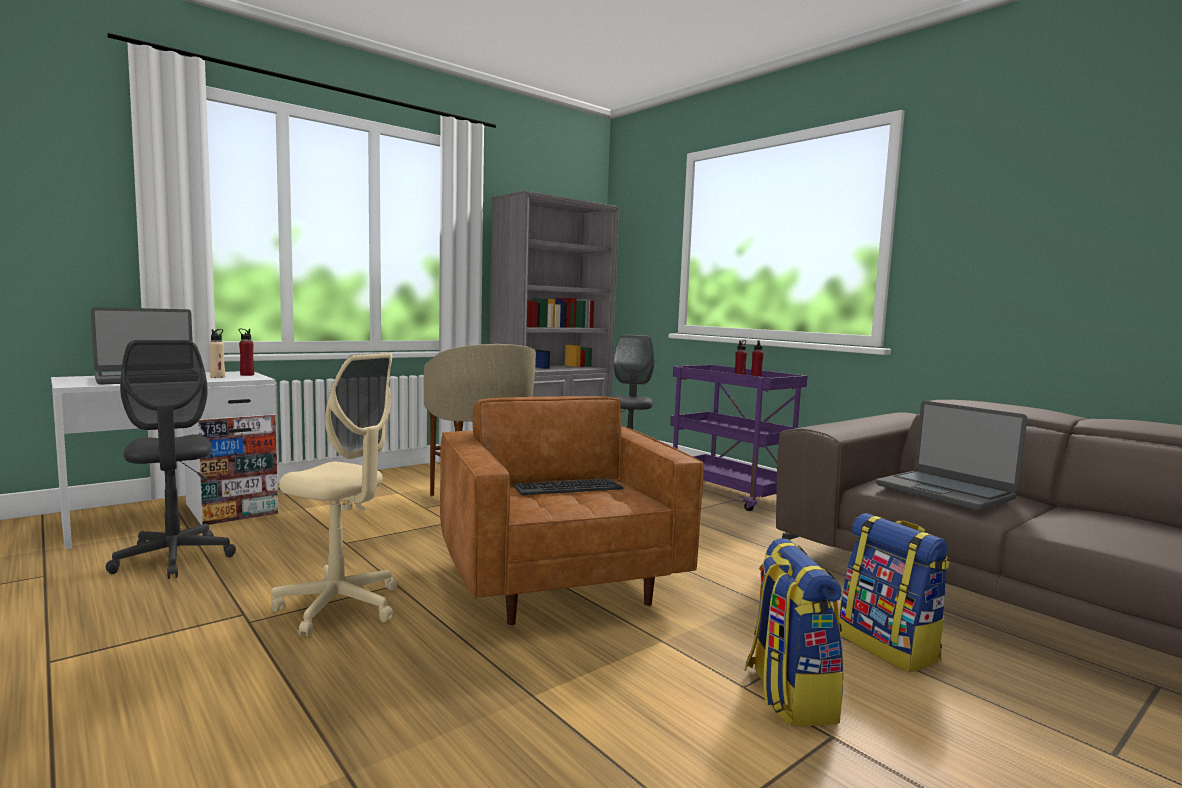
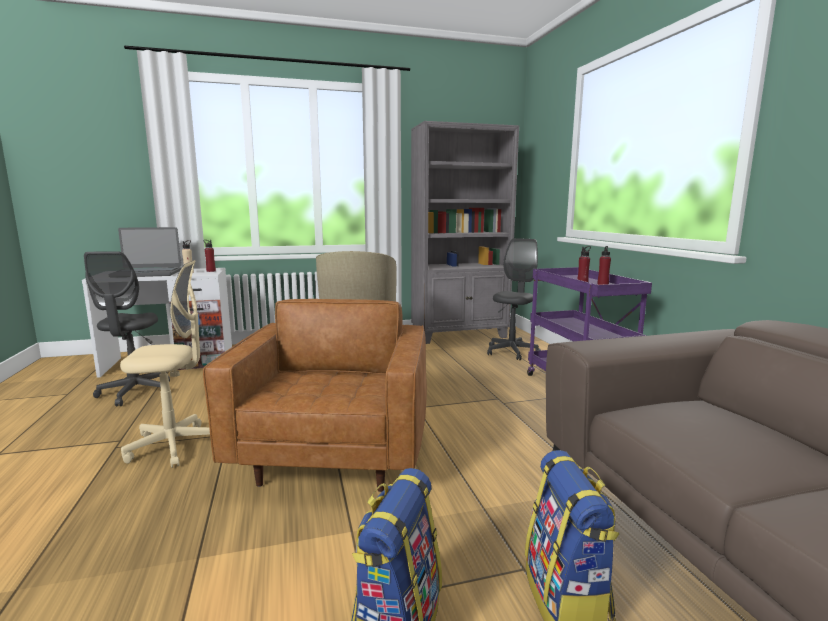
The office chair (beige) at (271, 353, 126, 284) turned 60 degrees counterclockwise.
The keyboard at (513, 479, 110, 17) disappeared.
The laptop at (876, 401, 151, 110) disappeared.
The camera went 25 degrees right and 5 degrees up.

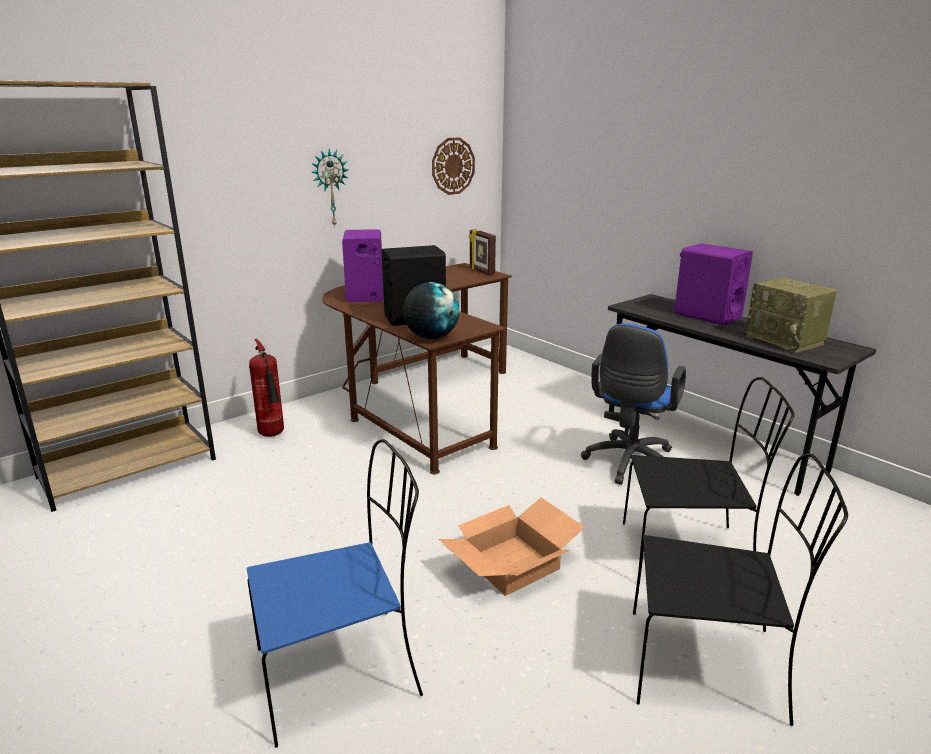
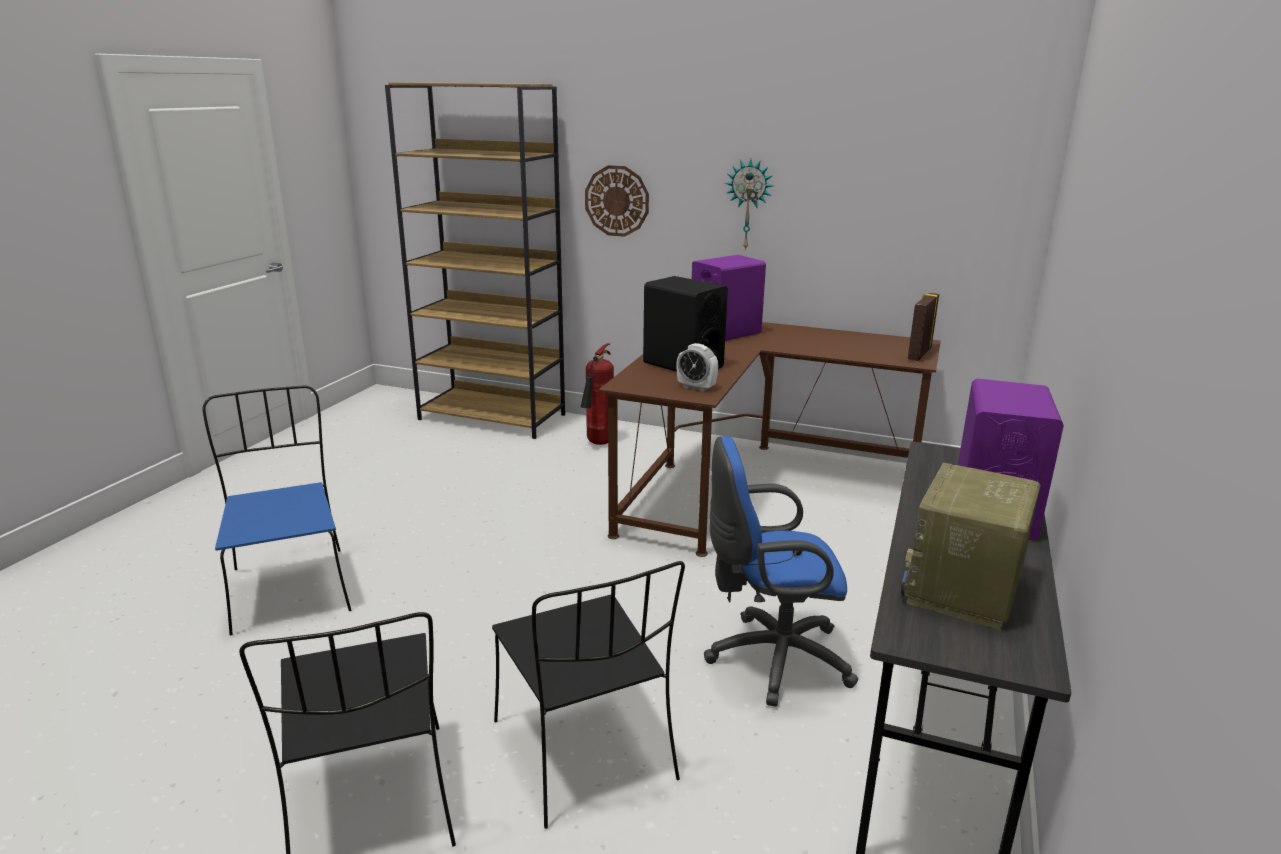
The chair (blue) at (247, 439, 176, 309) turned 150 degrees counterclockwise.
The globe at (403, 282, 57, 57) disappeared.
The wall clock moved from (432, 137, 43, 58) to (585, 165, 64, 72).
The cardboard box at (439, 497, 146, 99) disappeared.
The alarm clock at (677, 343, 41, 48) appeared.
The camera went 60 degrees right and 0 degrees up.

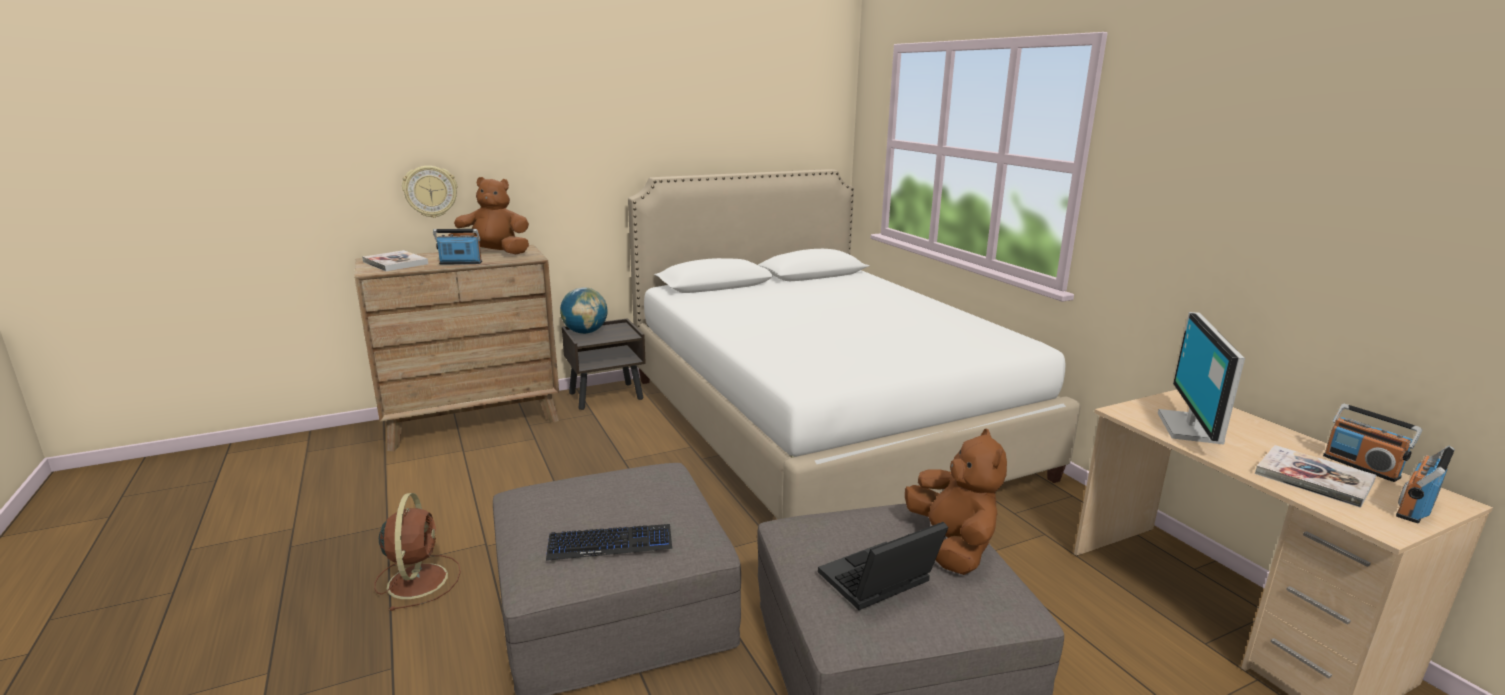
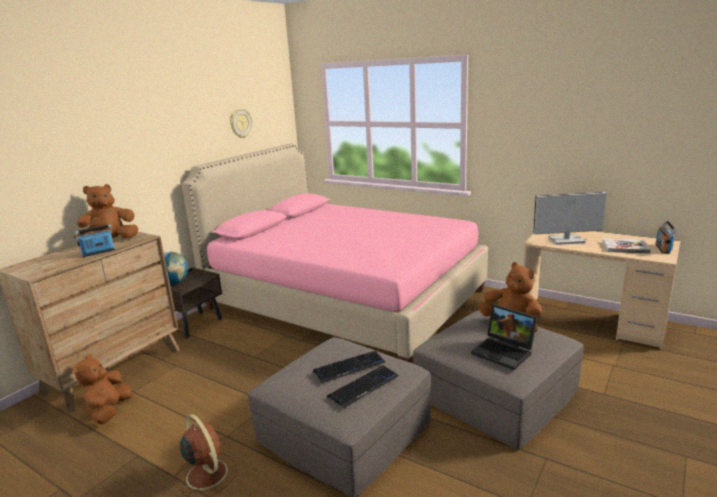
The book at (362, 250, 66, 21) disappeared.
The wall clock moved from (402, 166, 55, 52) to (230, 108, 22, 30).
The bed (white) at (628, 169, 453, 350) became the bed (pink) at (182, 144, 306, 219).
The laptop at (818, 522, 130, 88) turned 75 degrees counterclockwise.
The monitor at (1158, 312, 87, 133) turned 105 degrees clockwise.
The radio at (1323, 404, 99, 78) disappeared.
The plush toy (brown) at (73, 354, 59, 70) appeared.
The keyboard at (313, 351, 72, 32) appeared.
The camera went 30 degrees left and 0 degrees up.

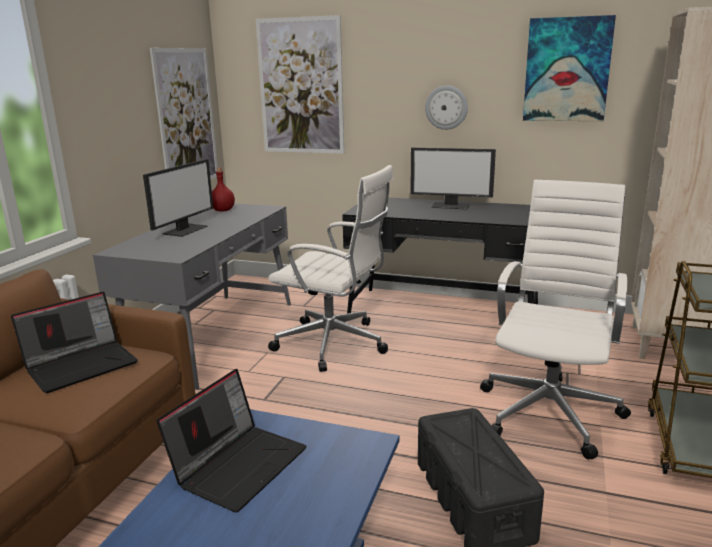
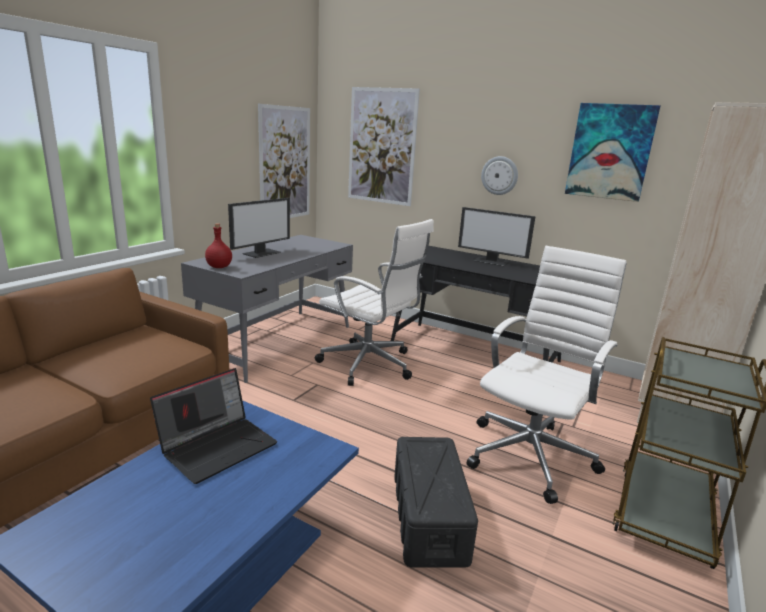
The laptop at (11, 292, 127, 101) disappeared.
The bottle (red) moved from (212, 168, 23, 44) to (205, 223, 27, 45).
The camera went 10 degrees right and 0 degrees up.

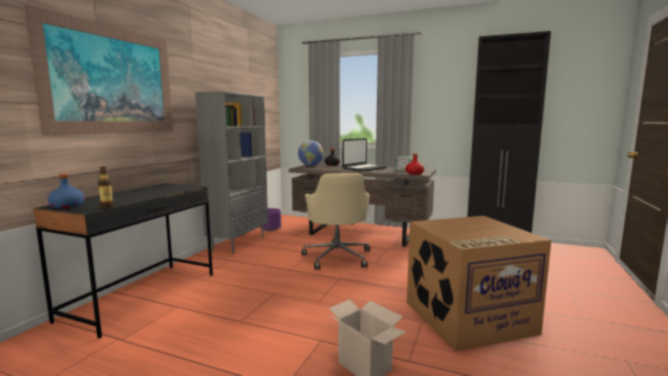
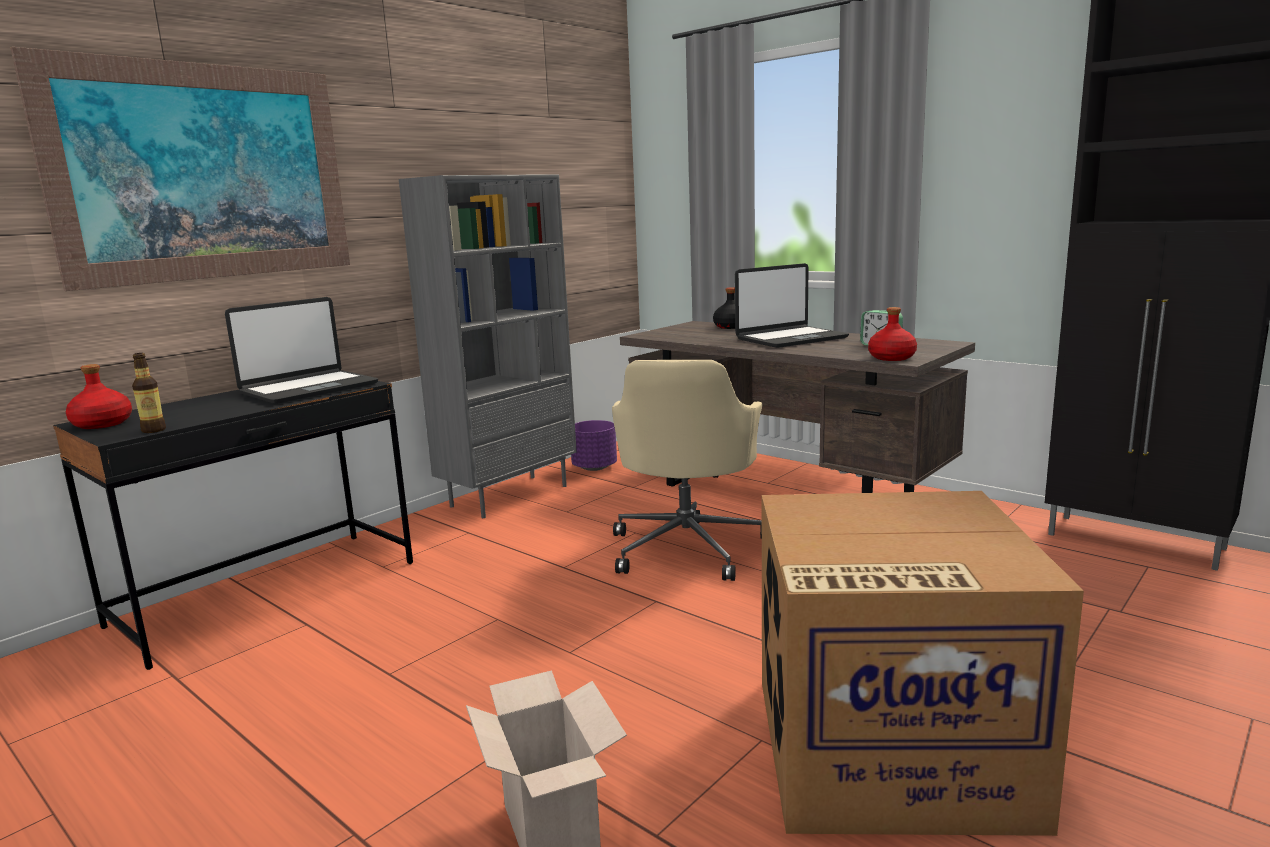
The bottle (blue) at (48, 174, 37, 35) became the bottle (red) at (66, 364, 66, 65).
The globe at (298, 140, 26, 26) disappeared.
The laptop at (225, 297, 153, 107) appeared.
The camera went 20 degrees right and 5 degrees up.

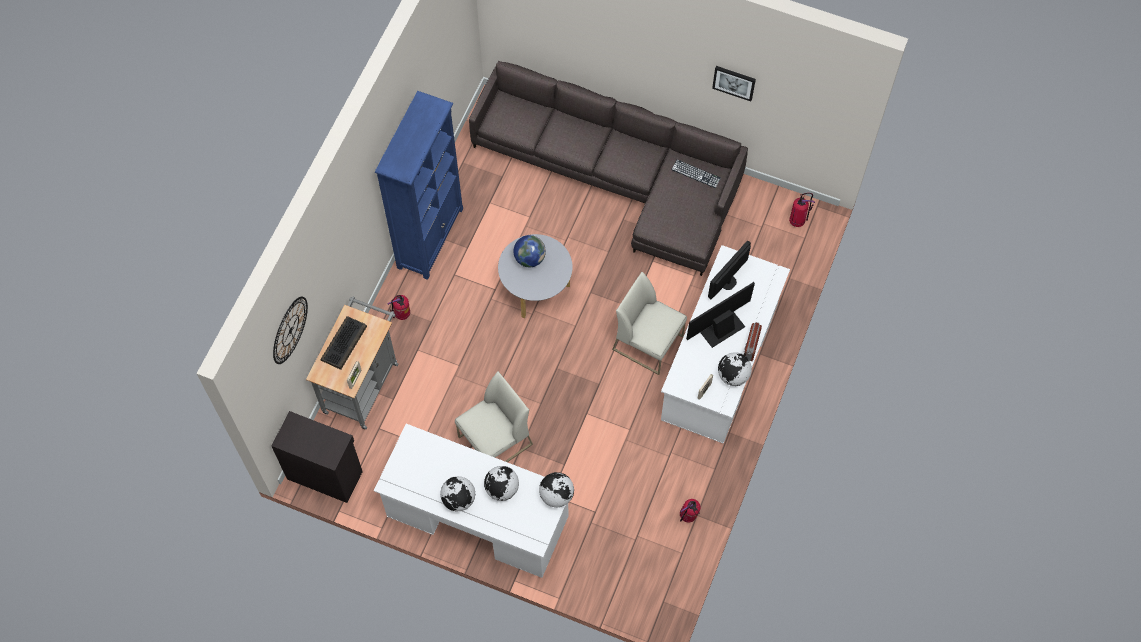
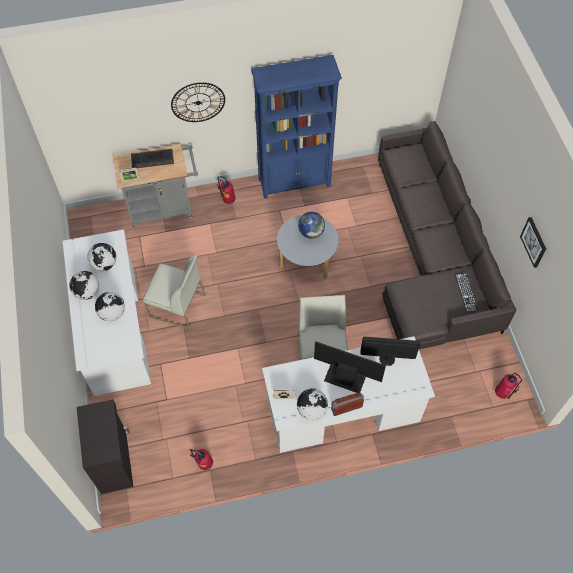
The cabinet (black) moved from (271, 411, 92, 92) to (77, 399, 56, 95).
The wall clock moved from (273, 297, 35, 67) to (171, 82, 54, 40).
The globe moved from (539, 472, 35, 35) to (87, 243, 29, 28).
The camera went 55 degrees right and 5 degrees down.

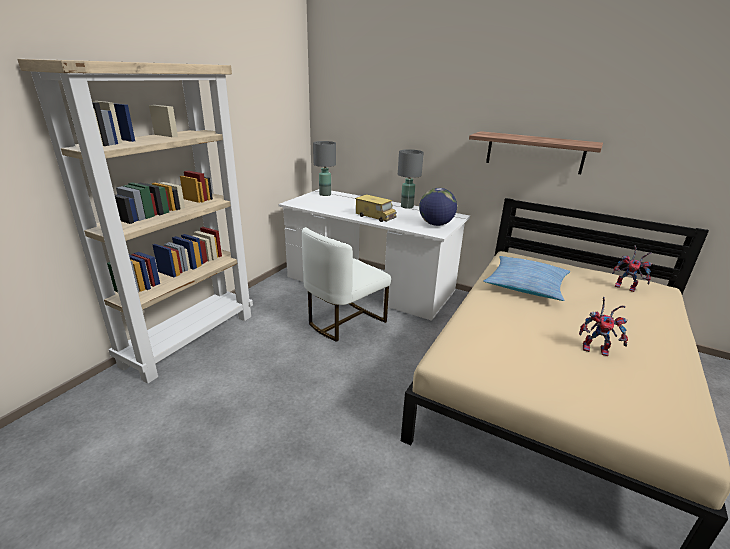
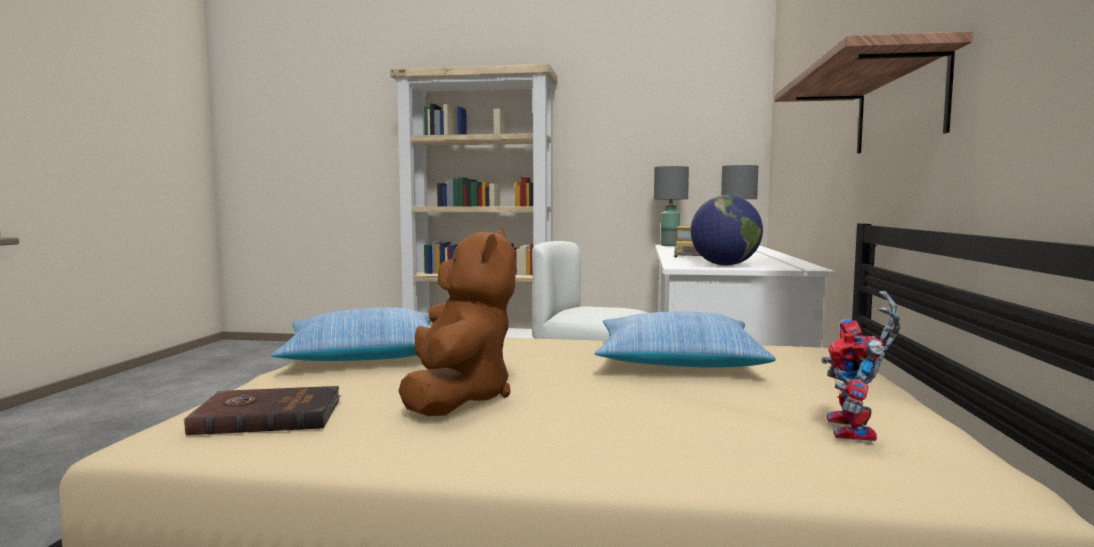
The table lamp (grey) moved from (398, 149, 26, 60) to (654, 166, 35, 80).
The toy robot at (579, 297, 49, 59) was replaced by the plush toy (brown) at (399, 228, 117, 188).
The book (brown) at (183, 386, 158, 49) appeared.
The pillow at (271, 307, 160, 54) appeared.
The camera went 70 degrees right and 20 degrees down.

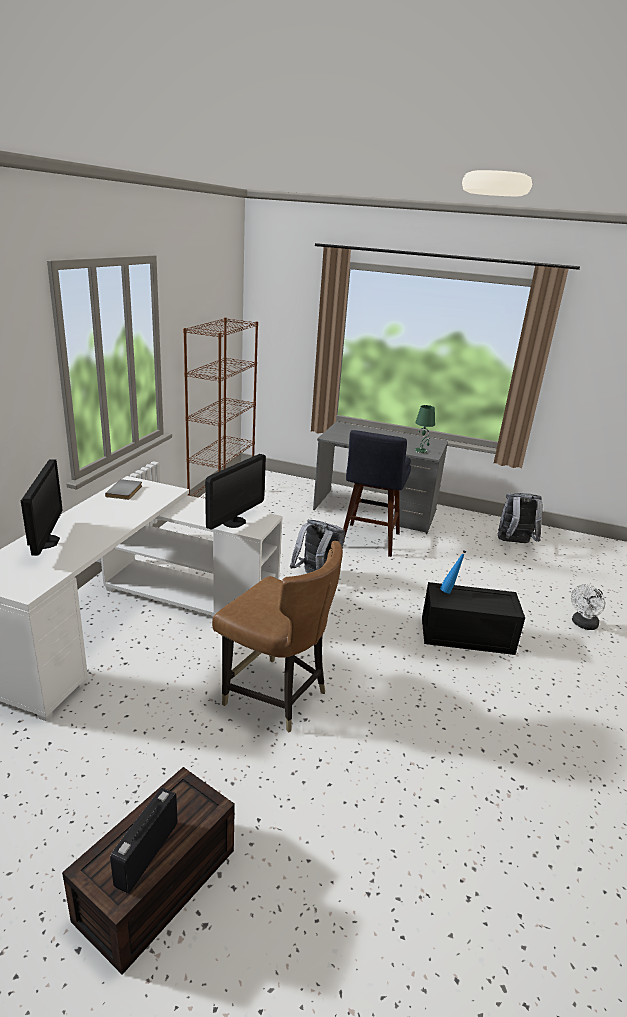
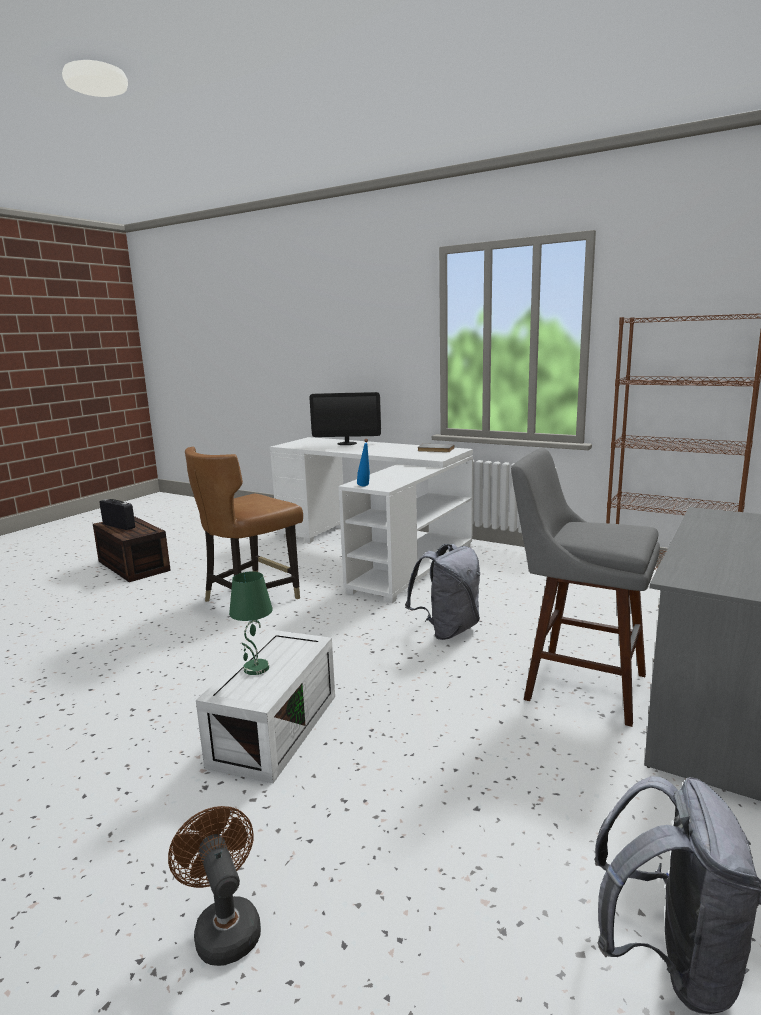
The monitor at (205, 454, 61, 75) disappeared.
The stool (blue) at (343, 430, 68, 127) became the stool (grey) at (511, 448, 149, 279).
The table lamp (green) moved from (415, 405, 20, 49) to (229, 571, 44, 104).
The storage box (black) at (422, 582, 103, 73) became the storage box (white) at (196, 630, 139, 153).
The bottle (blue) moved from (440, 550, 26, 44) to (357, 439, 13, 47).
The fan (white) at (571, 584, 34, 46) became the fan (brown) at (168, 806, 93, 160).
The camera went 105 degrees right and 10 degrees down.

